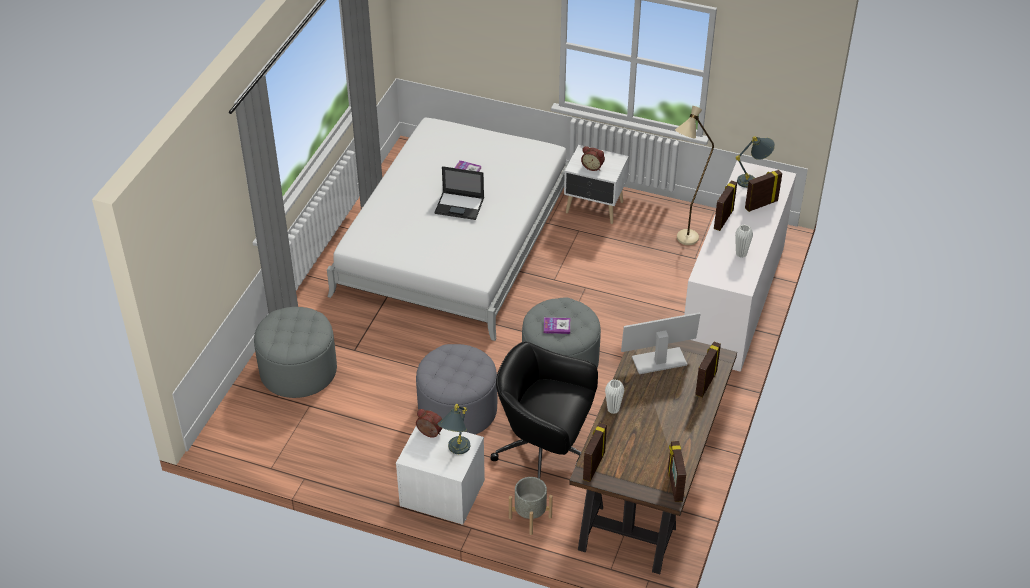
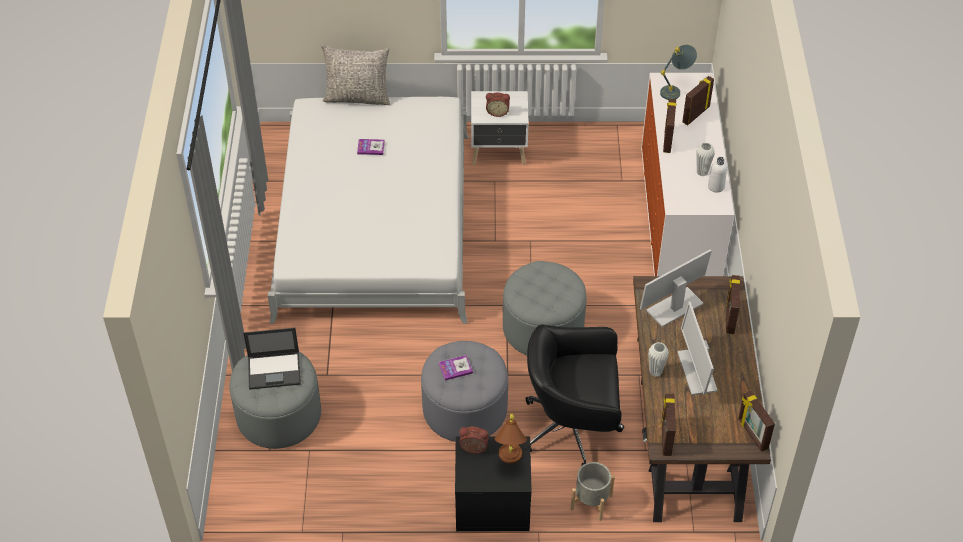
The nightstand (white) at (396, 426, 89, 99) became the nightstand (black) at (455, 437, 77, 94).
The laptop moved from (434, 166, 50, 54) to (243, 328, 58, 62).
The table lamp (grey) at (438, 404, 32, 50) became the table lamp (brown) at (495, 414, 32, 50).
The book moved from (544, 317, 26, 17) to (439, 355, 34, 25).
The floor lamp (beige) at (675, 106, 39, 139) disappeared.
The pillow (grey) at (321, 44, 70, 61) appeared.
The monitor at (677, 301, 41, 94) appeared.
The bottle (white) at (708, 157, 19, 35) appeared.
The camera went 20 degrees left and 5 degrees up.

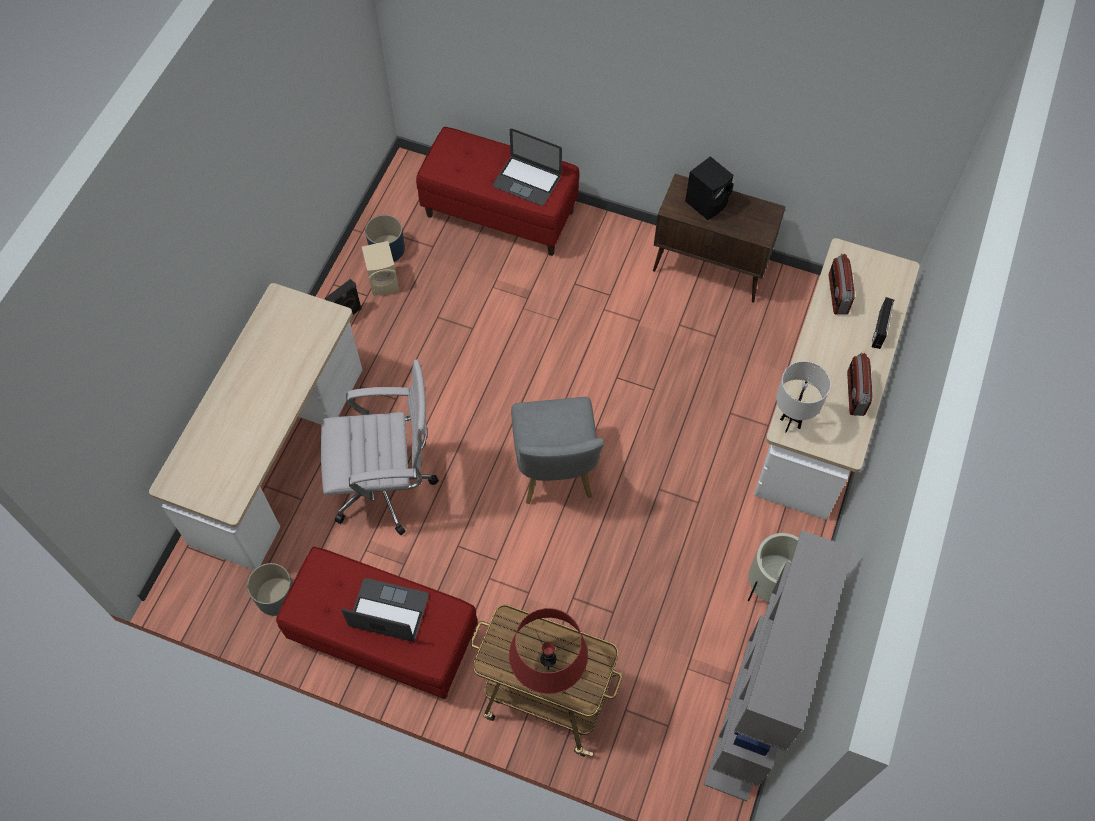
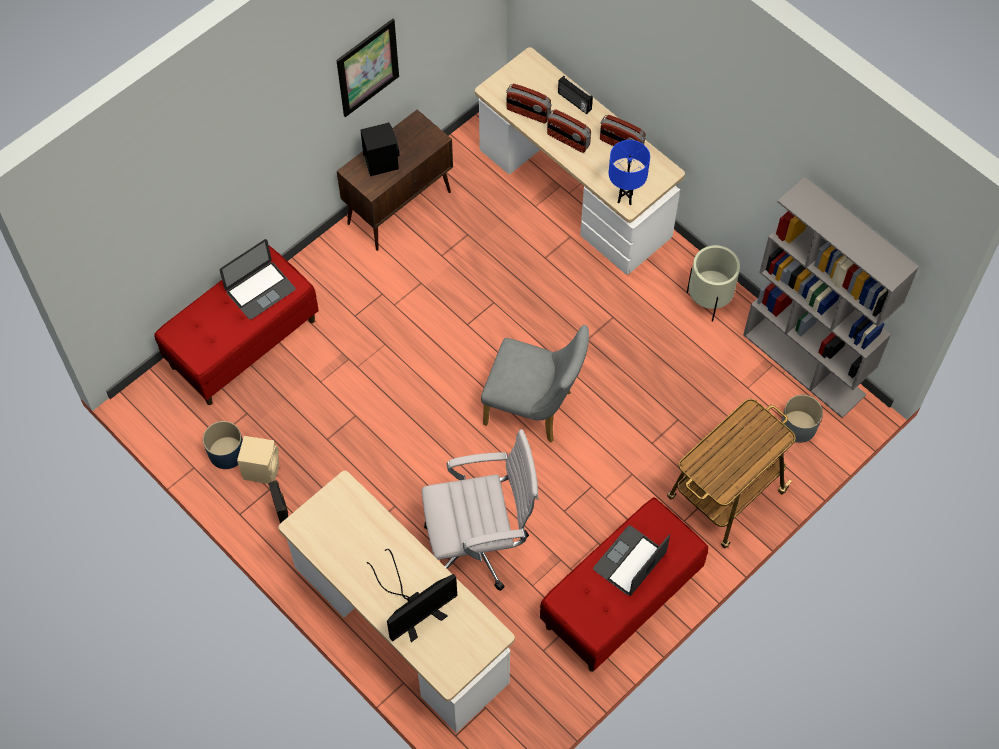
The planter (grey) moved from (247, 563, 46, 53) to (781, 395, 42, 48).
The office chair (white) at (321, 360, 118, 175) turned 60 degrees clockwise.
The table lamp (red) at (509, 608, 79, 86) disappeared.
The table lamp (white) at (776, 361, 55, 72) became the table lamp (blue) at (609, 140, 41, 65).
The picture at (336, 19, 63, 98) appeared.
The monitor at (367, 549, 90, 93) appeared.
The radio at (547, 109, 44, 44) appeared.
The camera went 65 degrees left and 0 degrees up.

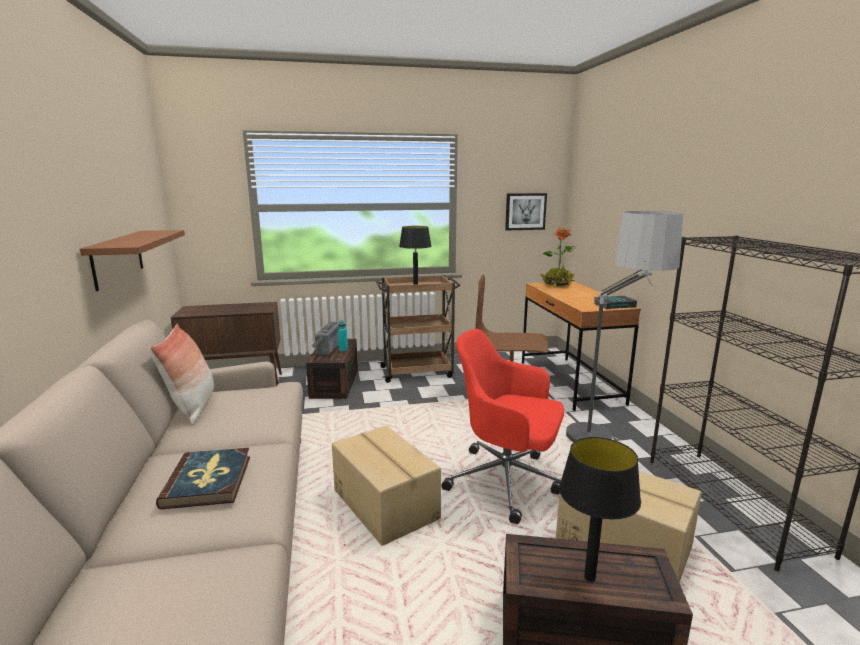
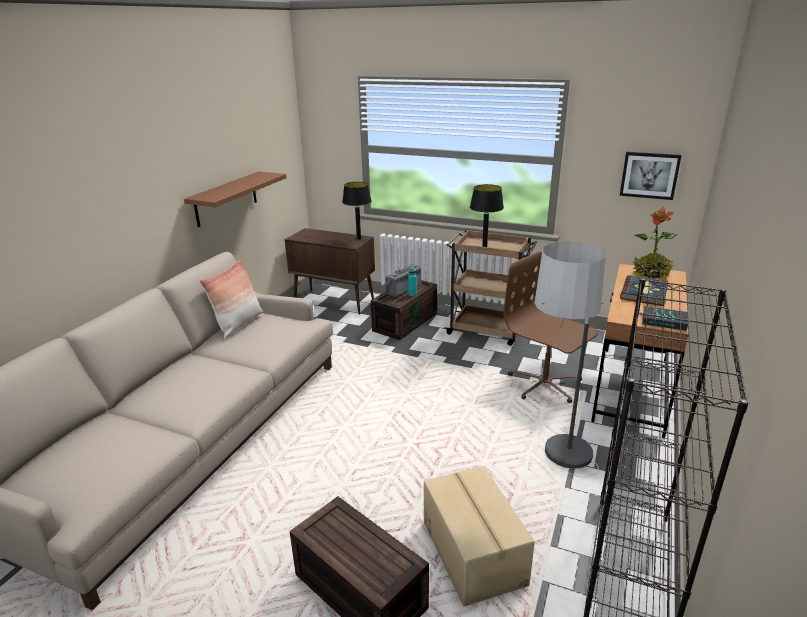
The book moved from (156, 448, 94, 61) to (620, 275, 48, 31).
The cardboard box at (332, 426, 109, 120) disappeared.
The office chair (red) at (442, 329, 122, 195) disappeared.
The table lamp (black) moved from (559, 437, 82, 145) to (342, 182, 30, 57).
The camera went 35 degrees right and 10 degrees up.

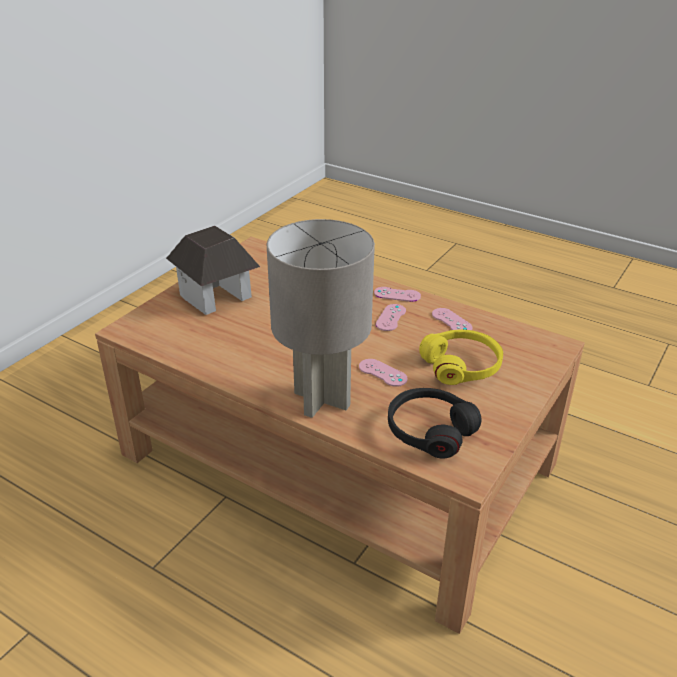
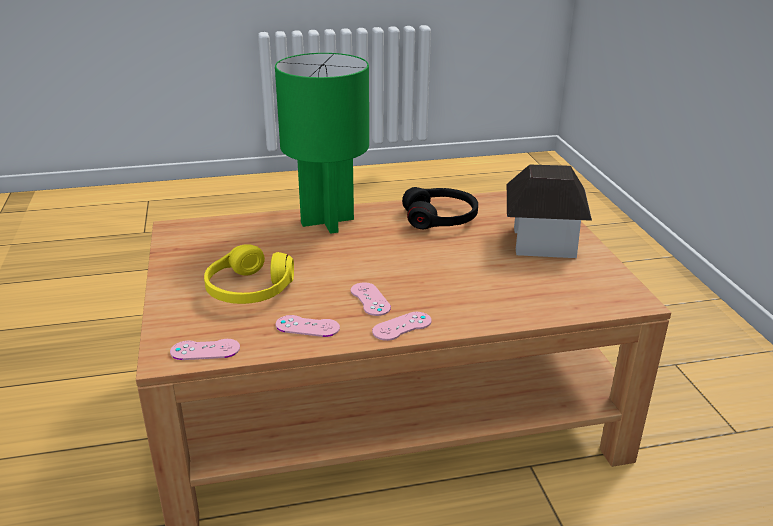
The table lamp (grey) at (267, 219, 108, 199) became the table lamp (green) at (275, 53, 94, 181).
The game controller (pink) moved from (359, 359, 49, 28) to (170, 339, 70, 21).
The headphones (black) moved from (388, 388, 93, 70) to (402, 187, 76, 42).
The camera went 135 degrees right and 5 degrees down.

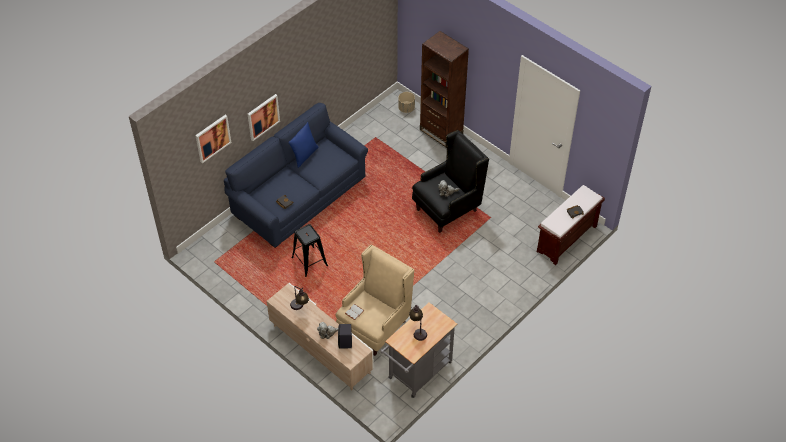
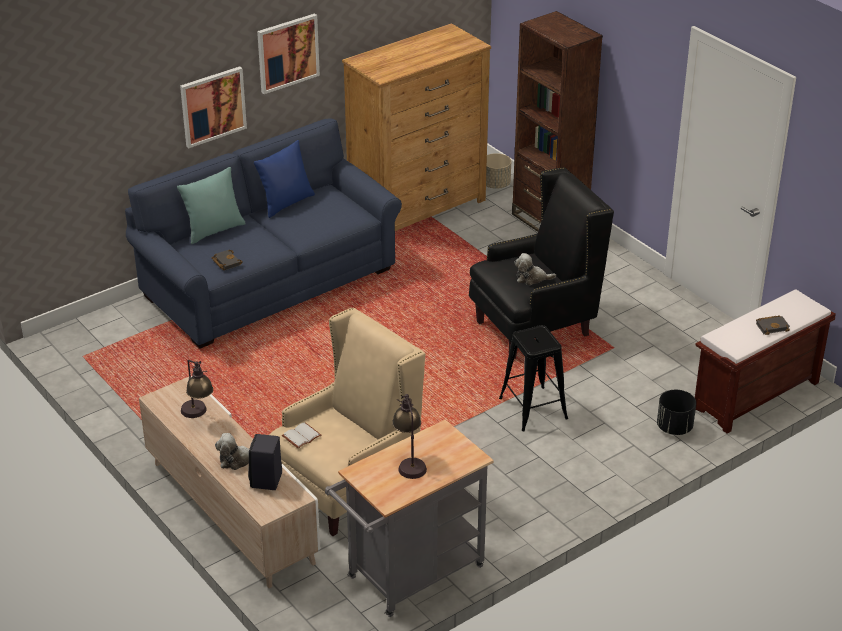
The picture moved from (195, 115, 36, 48) to (257, 14, 63, 80).
The stool (black) moved from (292, 224, 36, 53) to (499, 325, 69, 107).
The pillow (turquoise) at (177, 167, 69, 77) appeared.
The dresser (brown) at (342, 23, 149, 208) appeared.
The planter (black) at (657, 390, 39, 45) appeared.
The camera went 10 degrees right and 15 degrees down.

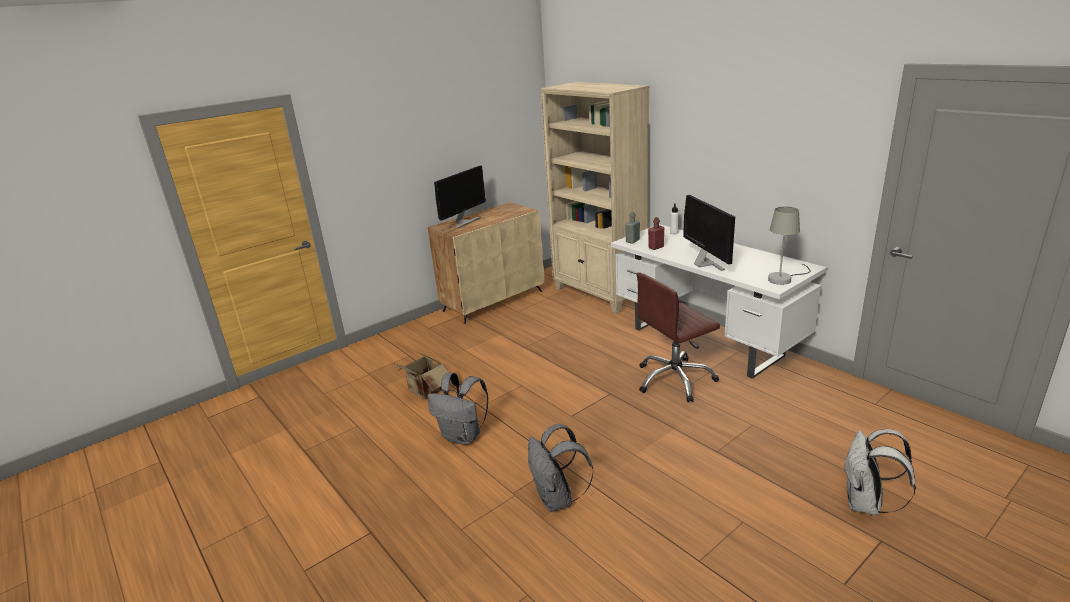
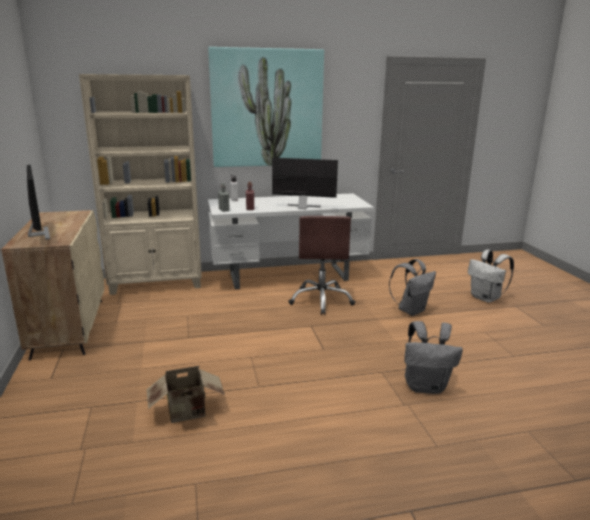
The backpack (grey) moved from (428, 373, 61, 72) to (389, 259, 47, 57).
The table lamp (grey) at (768, 207, 43, 78) disappeared.
The picture at (208, 47, 116, 120) appeared.
The camera went 65 degrees left and 5 degrees down.

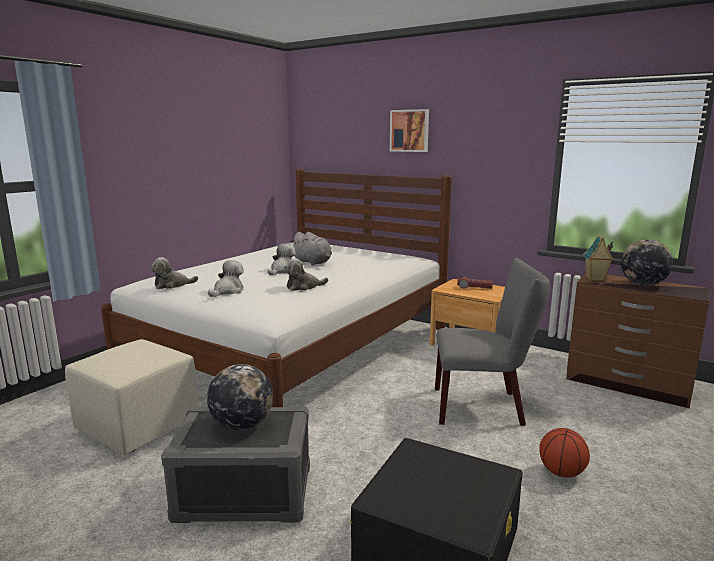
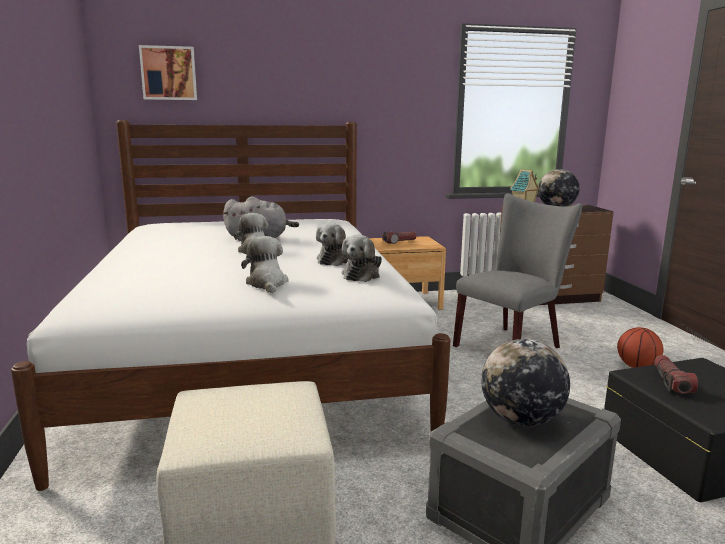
The plush toy moved from (150, 257, 48, 32) to (342, 235, 40, 47).
The picture moved from (390, 109, 39, 43) to (139, 45, 58, 55).
The flashlight at (654, 355, 44, 39) appeared.
The camera went 45 degrees left and 0 degrees up.

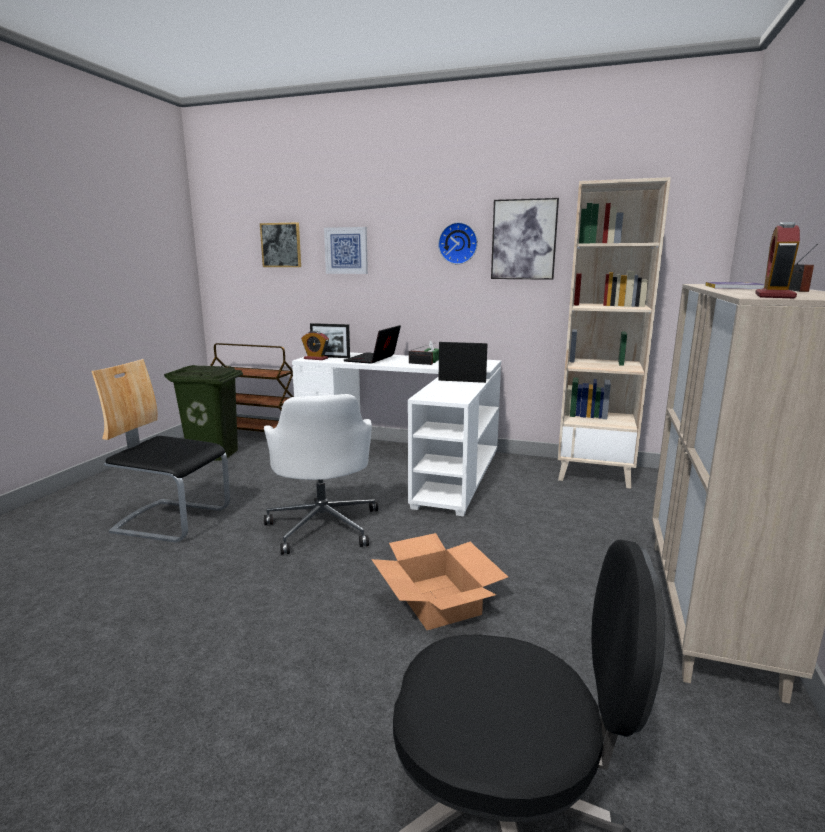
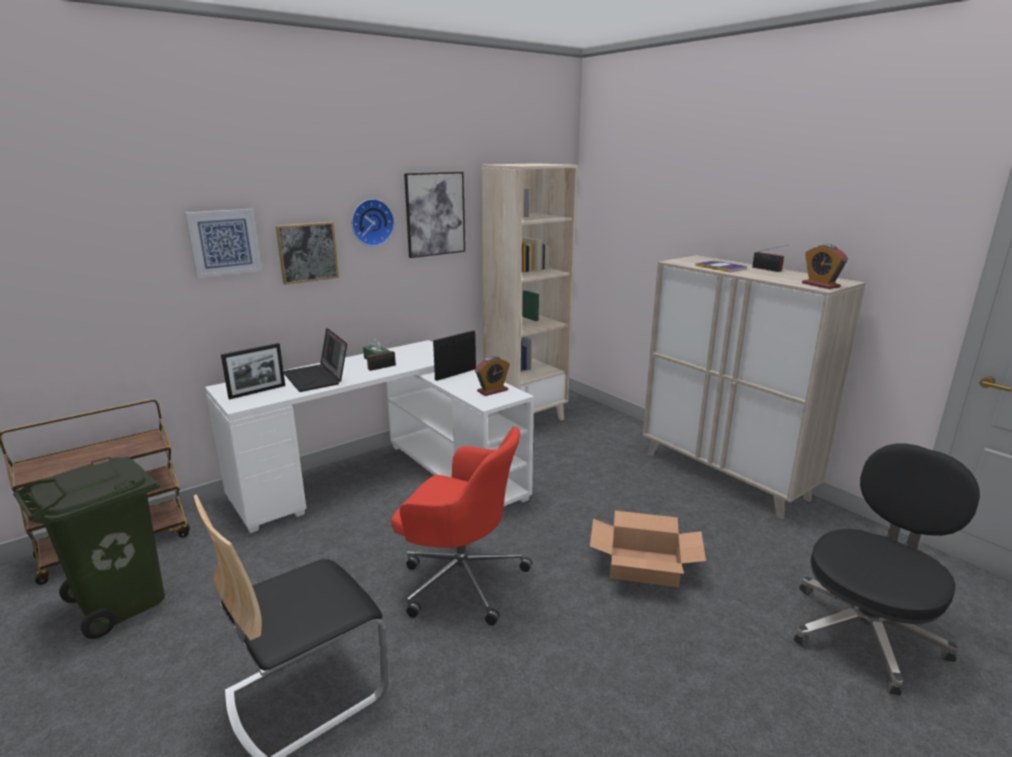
The picture moved from (260, 222, 41, 45) to (276, 221, 63, 64).
The office chair (white) at (264, 394, 114, 161) became the office chair (red) at (391, 427, 141, 199).
The alarm clock moved from (301, 331, 28, 29) to (475, 356, 35, 40).
The camera went 55 degrees left and 5 degrees up.

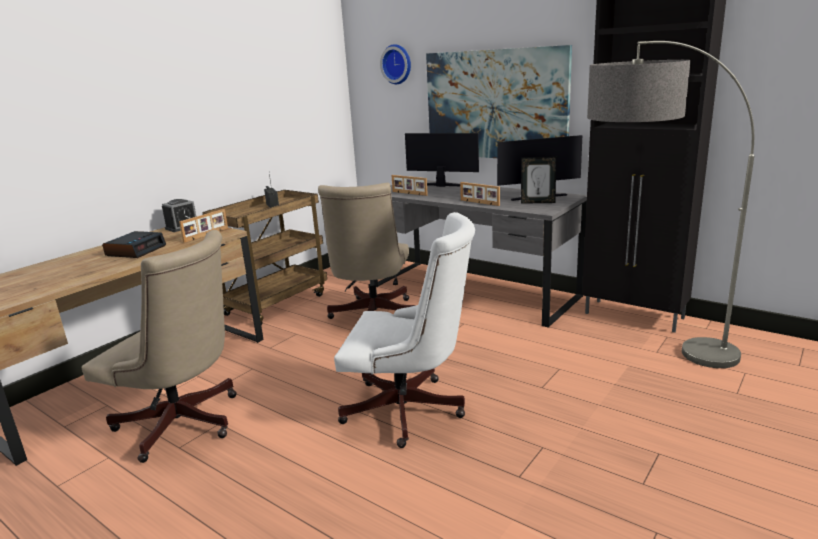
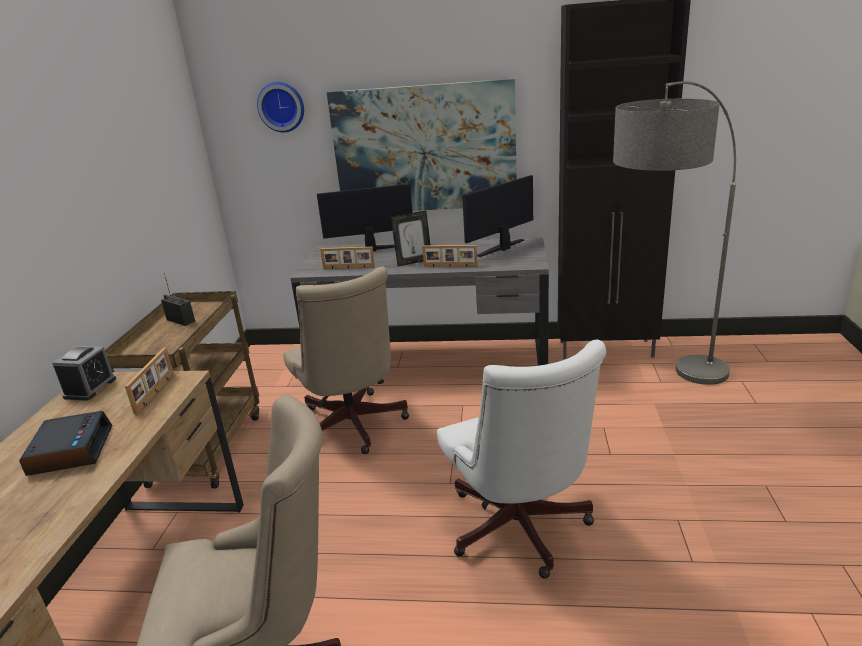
The office chair (white) at (334, 212, 141, 236) turned 90 degrees clockwise.
The picture frame moved from (521, 157, 35, 47) to (391, 211, 39, 55).
The camera went 30 degrees left and 5 degrees up.

